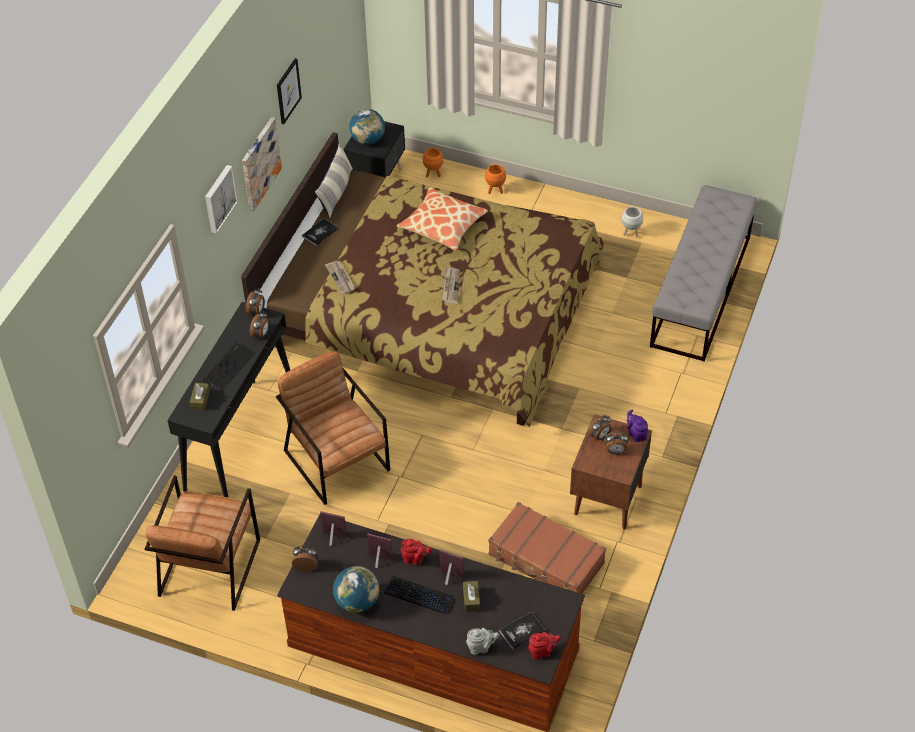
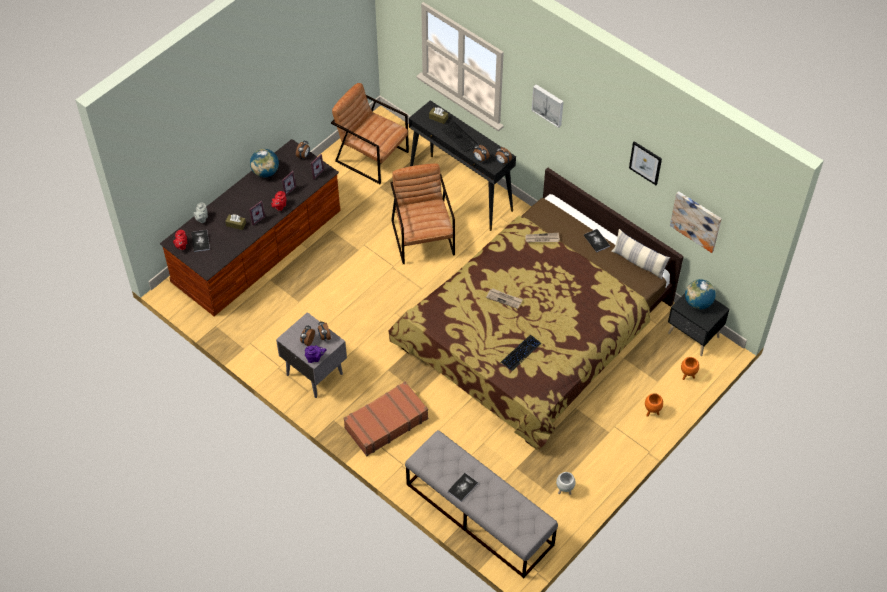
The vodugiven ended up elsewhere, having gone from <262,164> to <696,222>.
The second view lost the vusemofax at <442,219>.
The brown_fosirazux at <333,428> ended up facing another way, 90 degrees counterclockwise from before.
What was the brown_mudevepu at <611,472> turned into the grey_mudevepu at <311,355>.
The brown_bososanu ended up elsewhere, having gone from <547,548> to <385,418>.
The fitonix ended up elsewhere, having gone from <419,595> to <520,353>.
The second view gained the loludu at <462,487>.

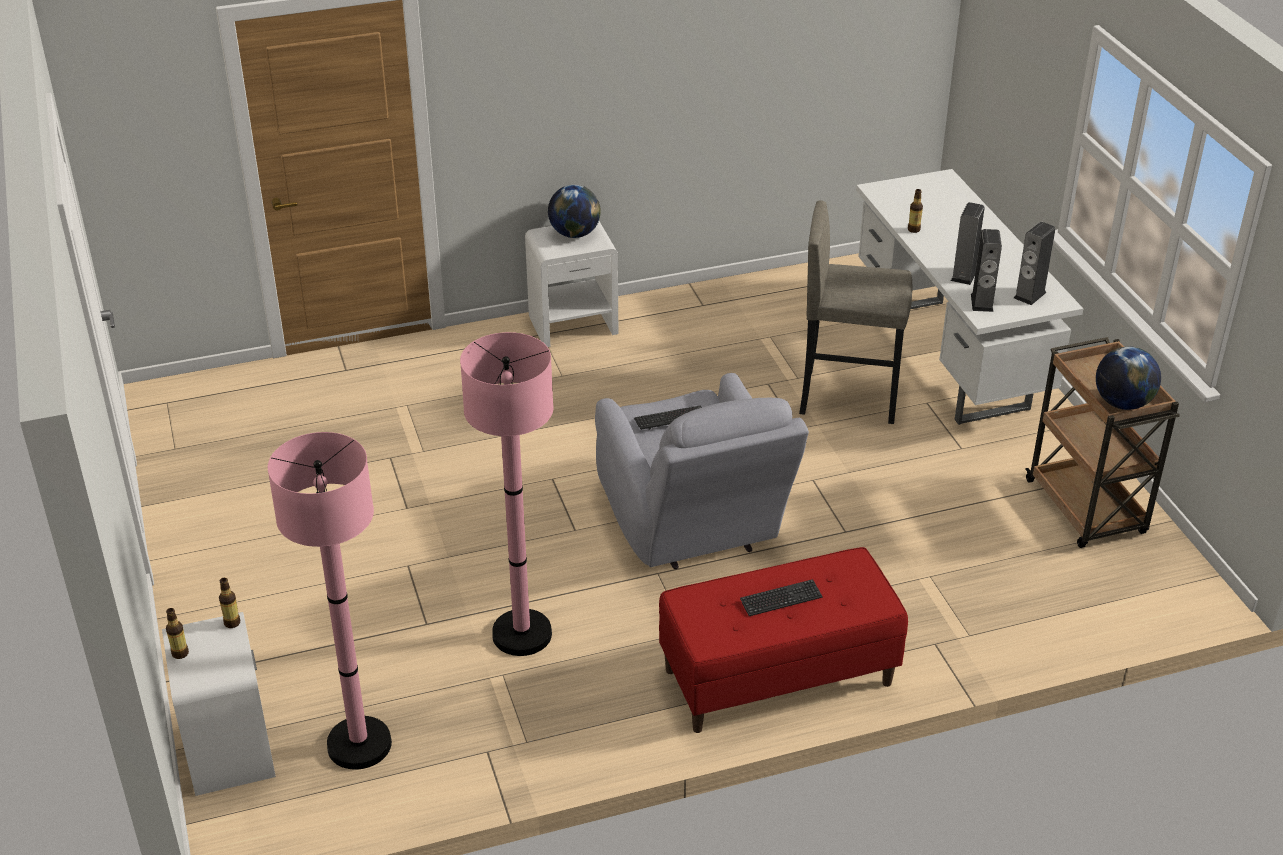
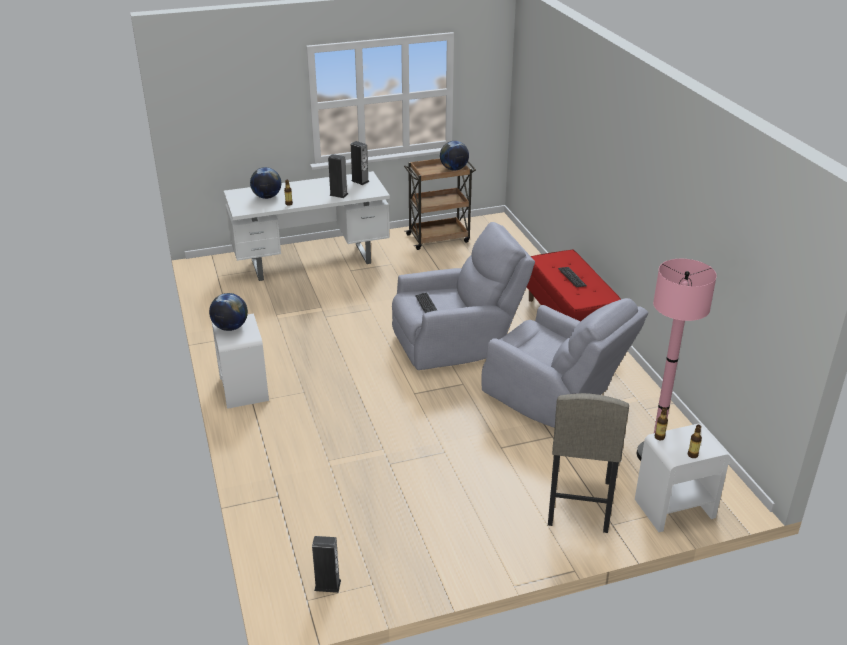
The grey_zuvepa ended up elsewhere, having gone from <856,312> to <588,463>.
The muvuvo ended up elsewhere, having gone from <986,270> to <326,564>.
Where the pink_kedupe stood at <506,494>, the grey_fosirazux came to stand at <564,363>.
The second view gained the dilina at <265,183>.

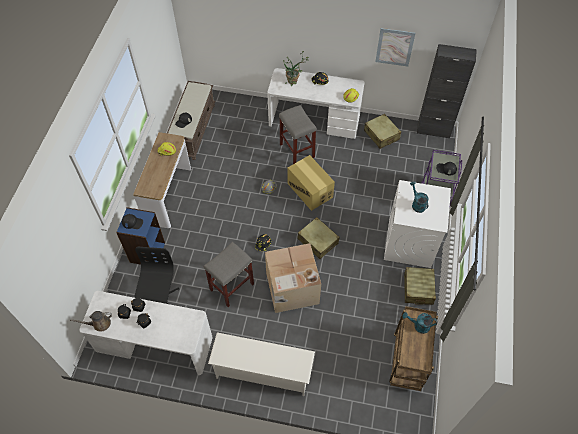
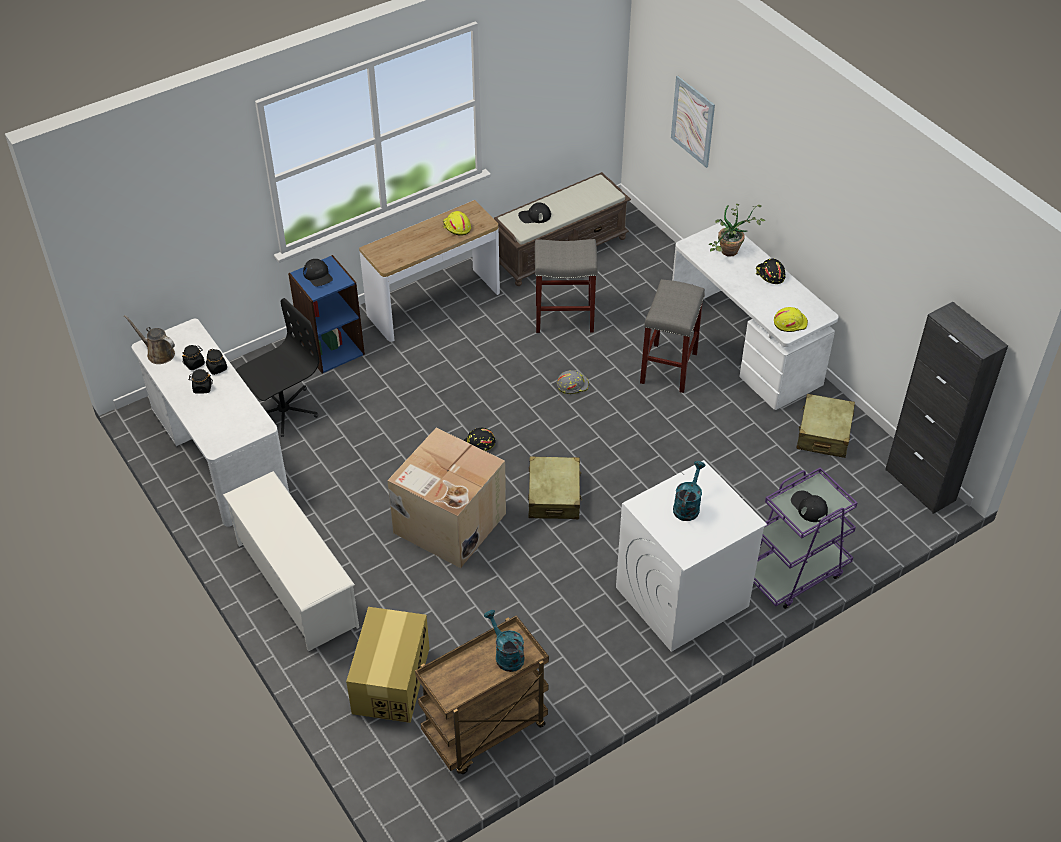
The vodugiven ended up elsewhere, having gone from <395,47> to <693,122>.
The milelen ended up elsewhere, having gone from <311,183> to <387,665>.
The grey_zuvepa ended up elsewhere, having gone from <229,274> to <566,286>.
The second view lost the beige_bososanu at <420,286>.

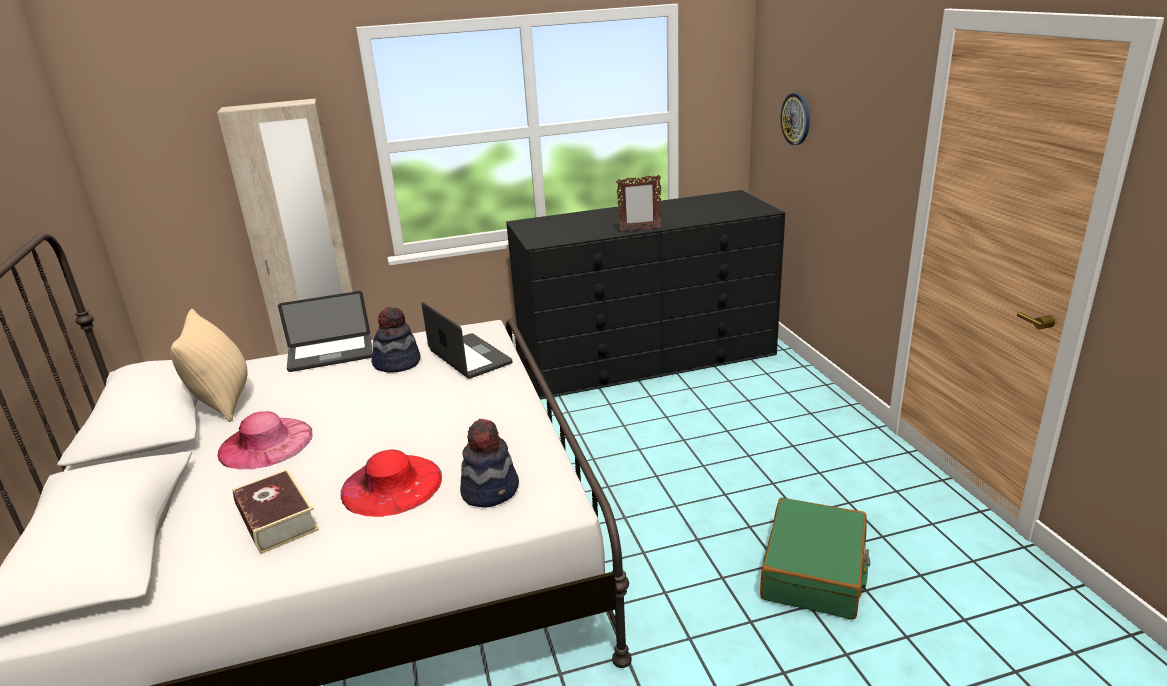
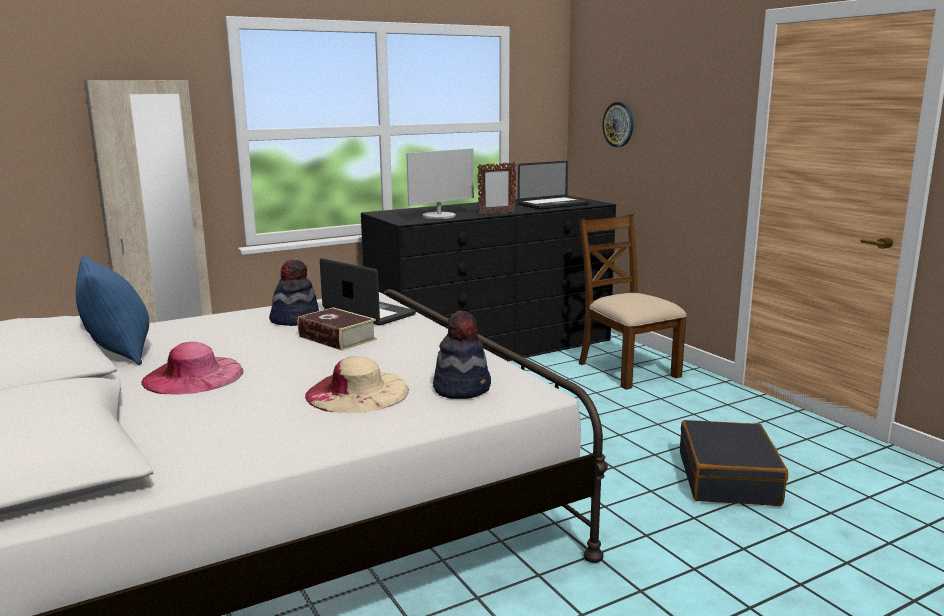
The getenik ended up elsewhere, having gone from <325,331> to <553,185>.
What was the beige_vusemofax at <209,365> turned into the blue_vusemofax at <112,310>.
What was the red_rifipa at <391,483> turned into the beige_rifipa at <357,384>.
The loludu ended up elsewhere, having gone from <275,511> to <337,329>.
What was the green_bososanu at <815,559> turned into the black_bososanu at <734,463>.
The second view gained the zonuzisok at <440,183>.
The second view gained the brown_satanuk at <633,302>.

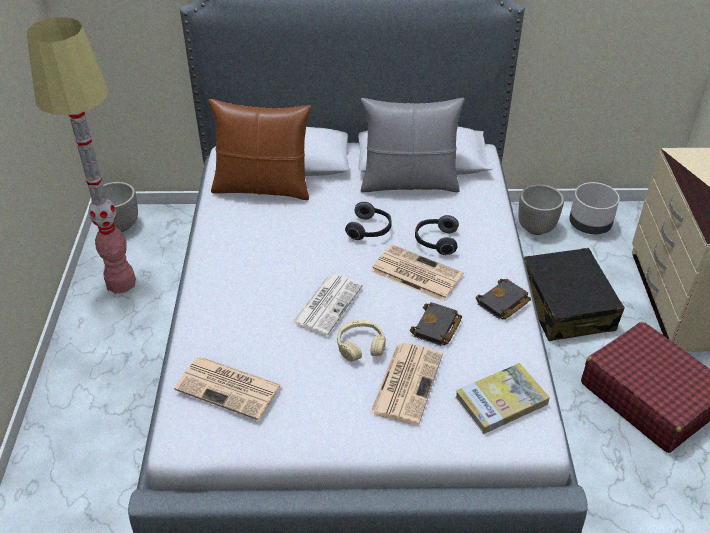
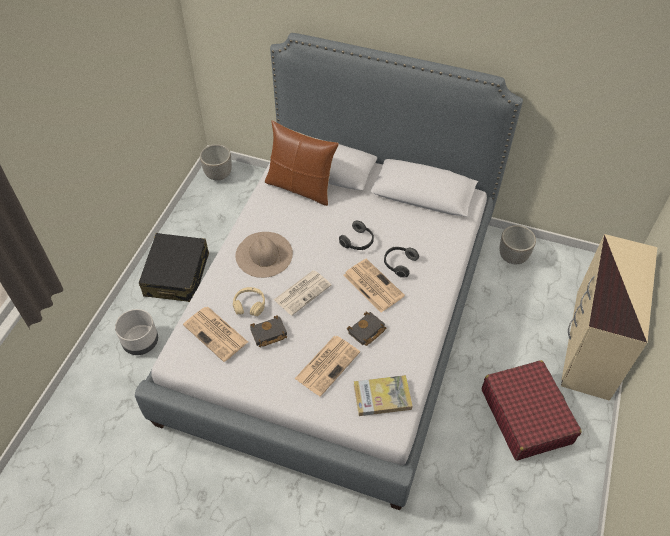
The second view lost the kedupe at <81,155>.
The second view lost the grey_vusemofax at <412,145>.
The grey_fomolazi ended up elsewhere, having gone from <594,208> to <136,332>.
The black_bososanu ended up elsewhere, having gone from <574,294> to <174,267>.
The black_loludu ended up elsewhere, having gone from <503,299> to <268,331>.
The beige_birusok ended up elsewhere, having gone from <361,341> to <249,301>.
The second view gained the beige_rifipa at <264,255>.

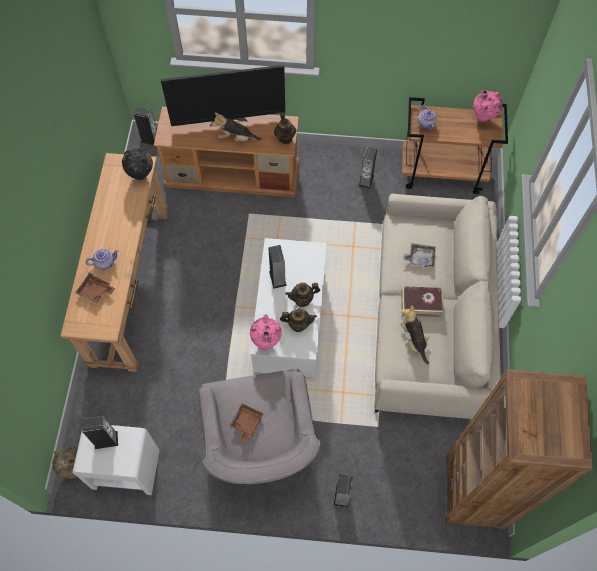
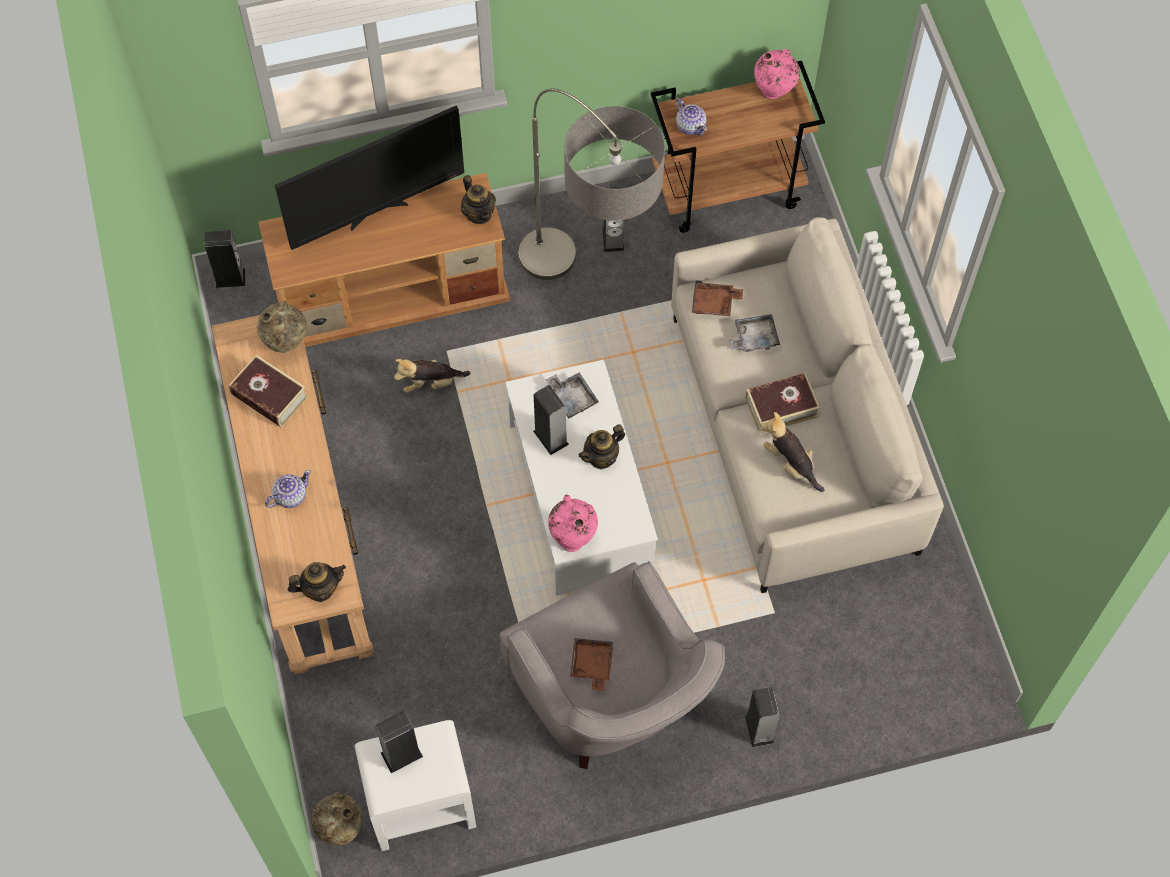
The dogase ended up elsewhere, having gone from <237,127> to <432,376>.
What was the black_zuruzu at <137,164> turned into the beige_zuruzu at <282,327>.
The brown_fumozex ended up elsewhere, having gone from <95,288> to <717,298>.
The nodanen ended up elsewhere, having gone from <298,320> to <317,582>.
The second view lost the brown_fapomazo at <519,449>.
The second view gained the kedupe at <592,184>.
The second view gained the loludu at <268,391>.
The second view gained the grey_fumozex at <572,396>.

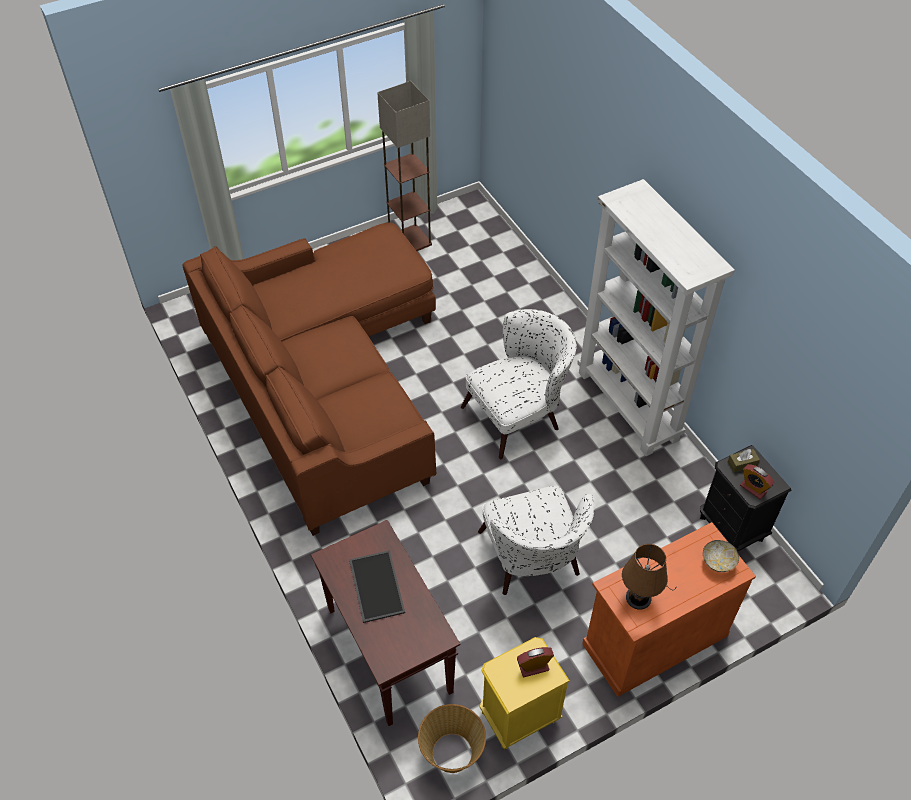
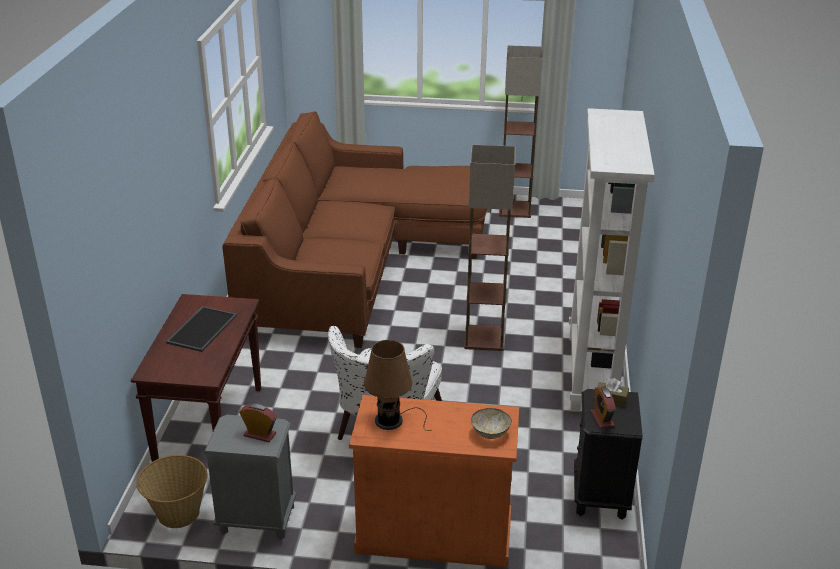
Where the white_fosirazux stood at <519,384>, the kedupe came to stand at <489,248>.
What was the yellow_mudevepu at <525,693> turned into the grey_mudevepu at <250,477>.

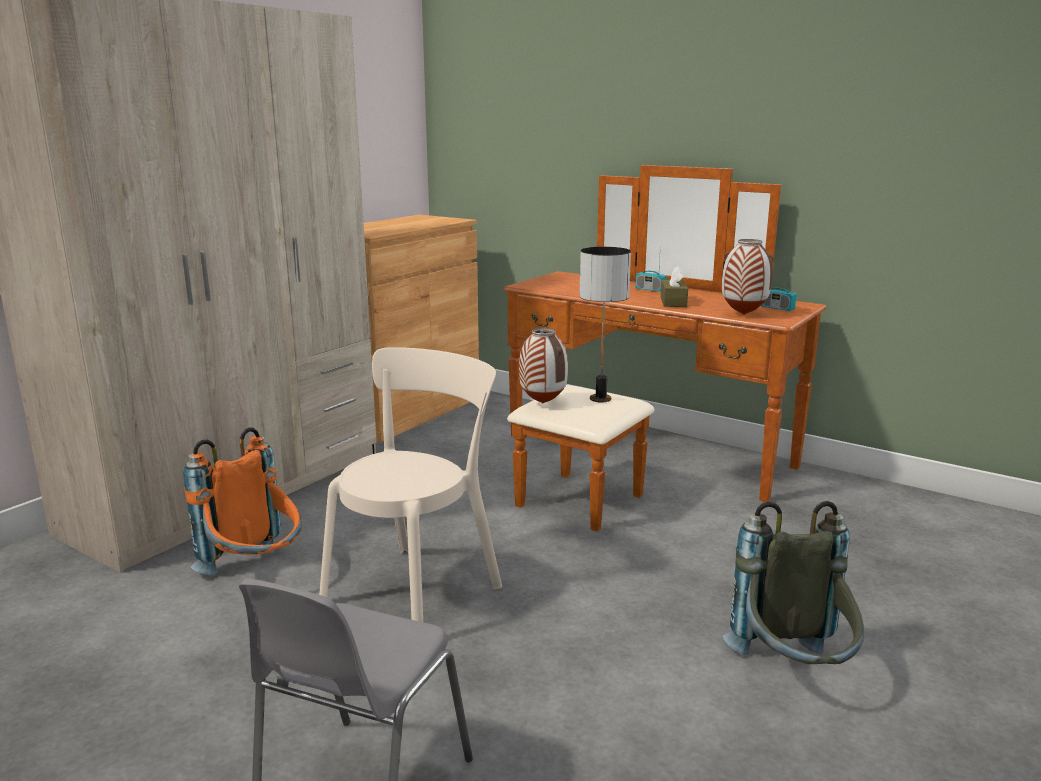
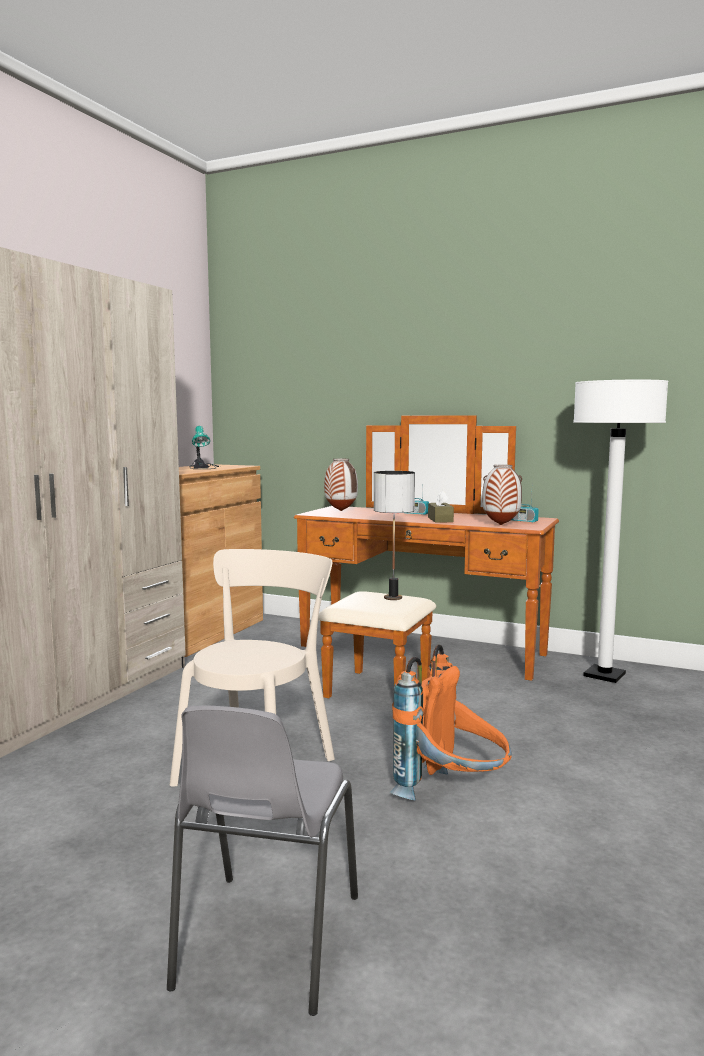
The zuruzu ended up elsewhere, having gone from <543,365> to <341,485>.
The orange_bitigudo ended up elsewhere, having gone from <242,501> to <451,723>.
The second view lost the grey_bitigudo at <793,582>.
The second view gained the white_kedupe at <620,531>.
The second view gained the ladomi at <204,447>.

